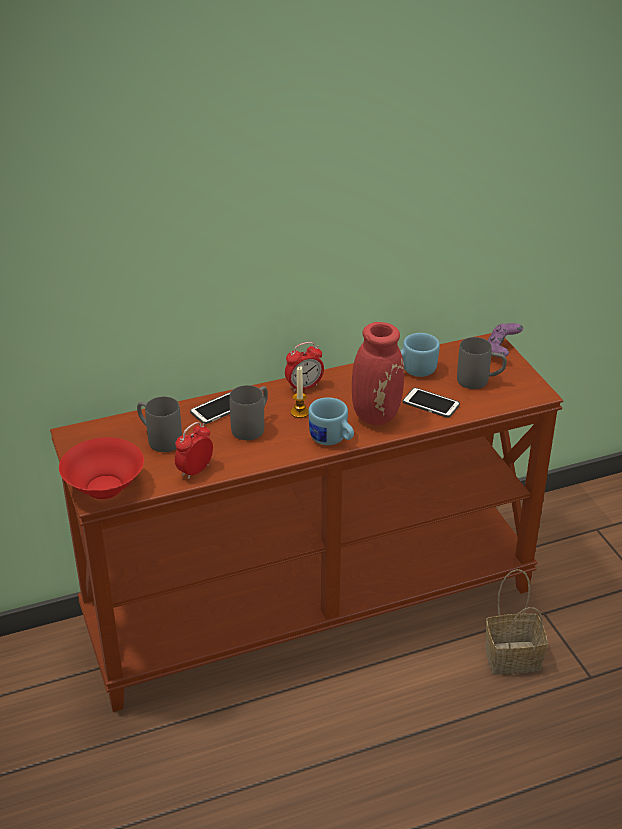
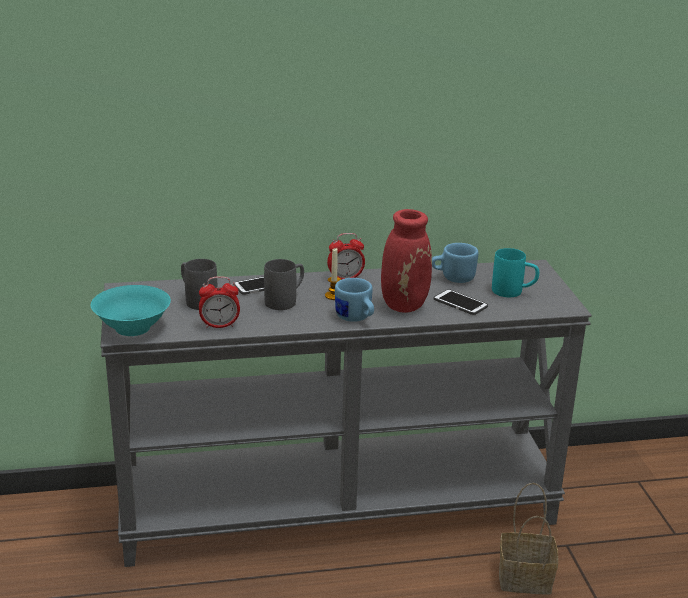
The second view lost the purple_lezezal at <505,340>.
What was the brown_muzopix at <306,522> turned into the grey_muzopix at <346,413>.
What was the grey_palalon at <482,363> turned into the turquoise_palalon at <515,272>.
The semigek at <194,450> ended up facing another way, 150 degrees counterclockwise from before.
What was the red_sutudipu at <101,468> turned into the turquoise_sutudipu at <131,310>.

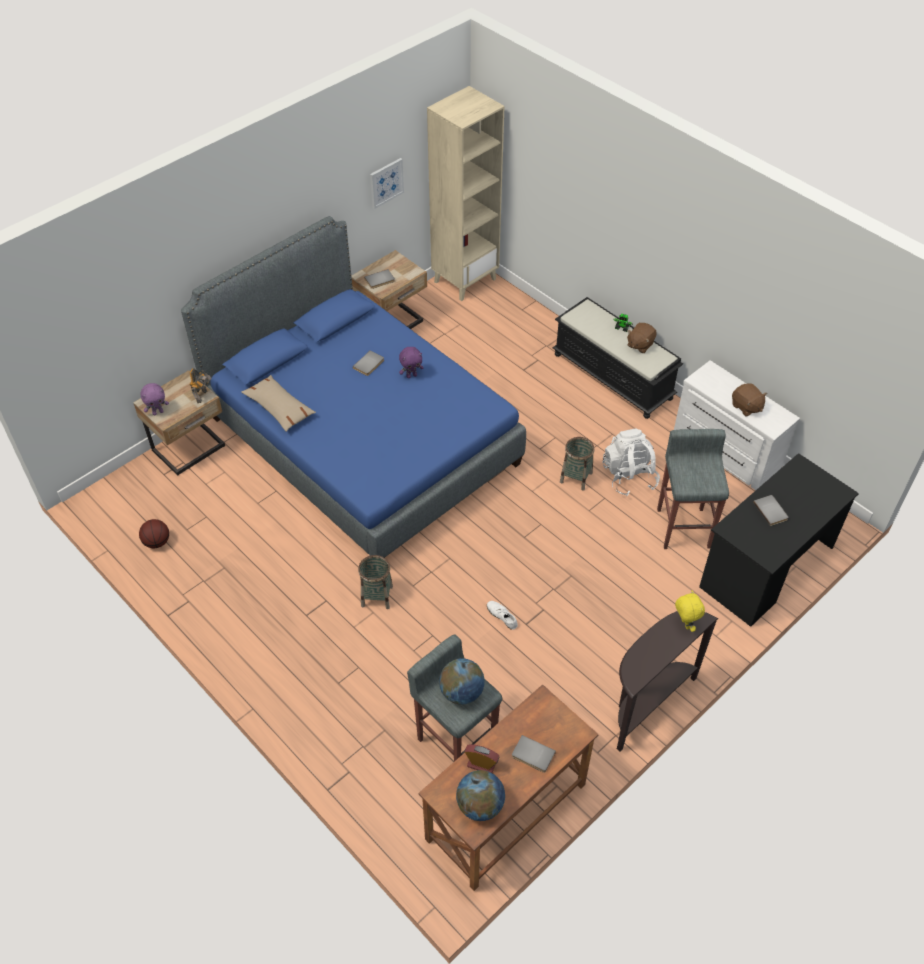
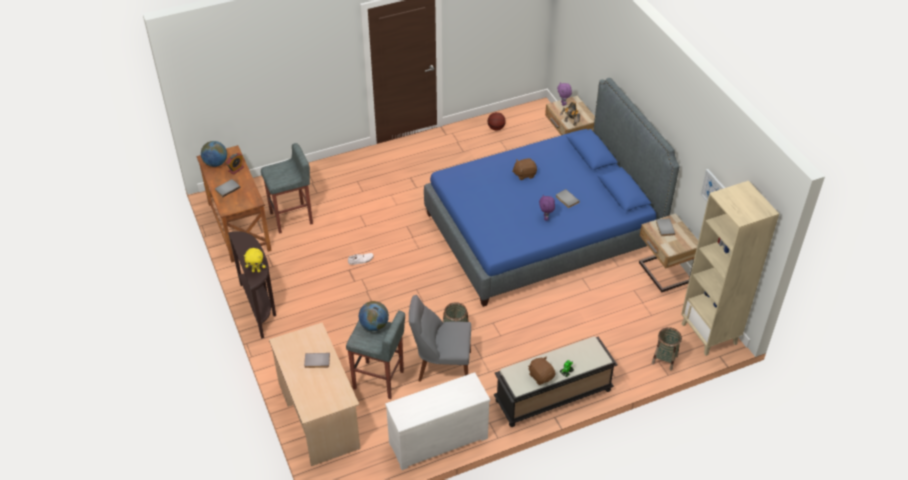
The second view lost the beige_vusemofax at <278,403>.
The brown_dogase ended up elsewhere, having gone from <749,399> to <524,169>.
Where the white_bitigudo stood at <631,462>, the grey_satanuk came to stand at <440,338>.
What was the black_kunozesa at <779,540> turned into the beige_kunozesa at <314,394>.
The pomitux ended up elsewhere, having gone from <375,582> to <667,349>.
The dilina ended up elsewhere, having gone from <462,681> to <374,316>.

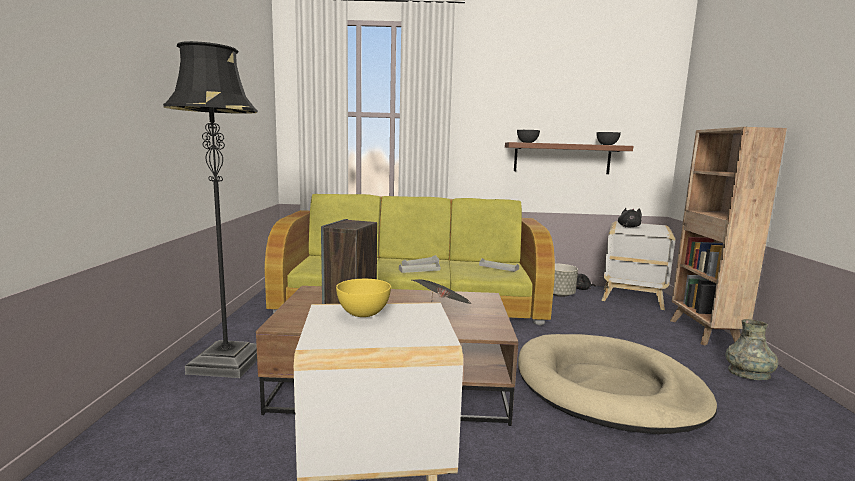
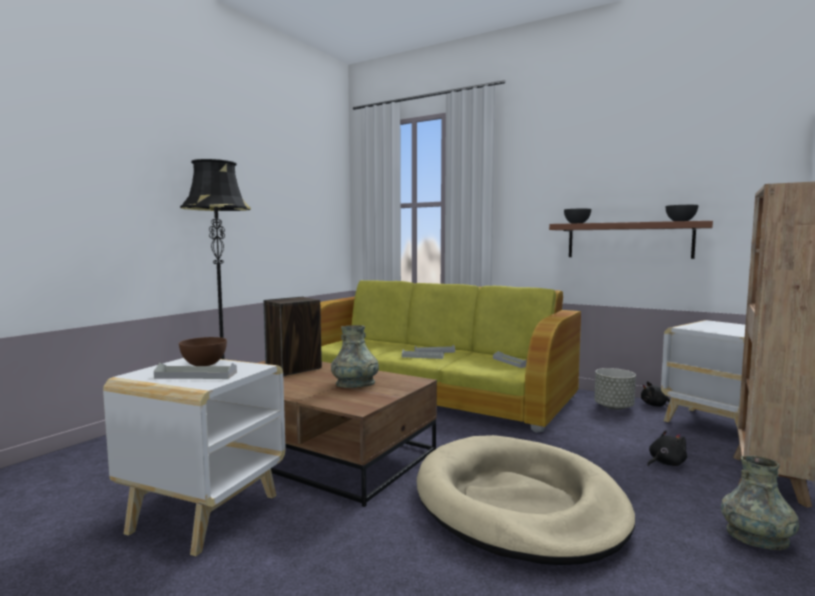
The black_dogase ended up elsewhere, having gone from <630,218> to <667,448>.
What was the yellow_sutudipu at <363,298> turned into the brown_sutudipu at <203,351>.
Where the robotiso stood at <442,291>, the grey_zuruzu came to stand at <355,356>.
The second view gained the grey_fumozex at <195,371>.

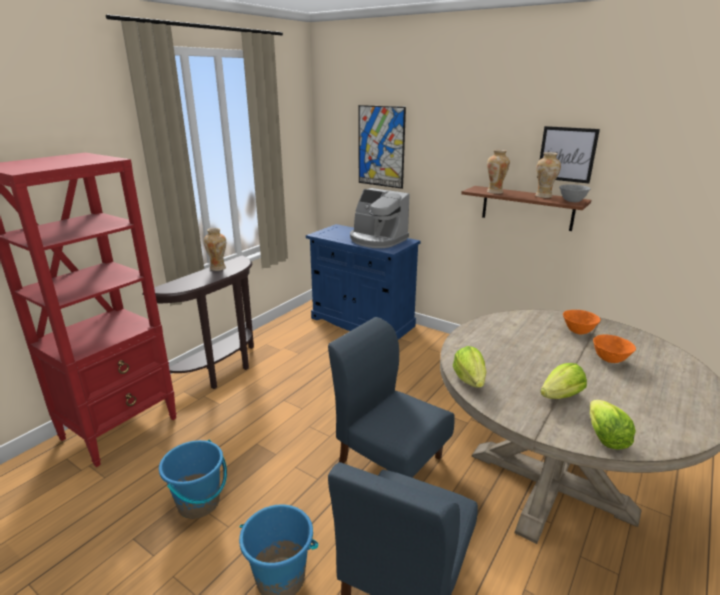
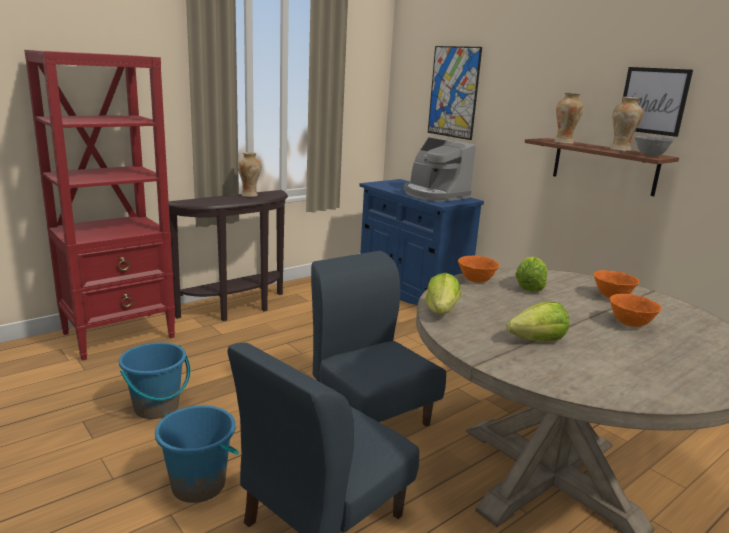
The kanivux ended up elsewhere, having gone from <613,425> to <531,274>.
The second view gained the orange_sutudipu at <479,269>.

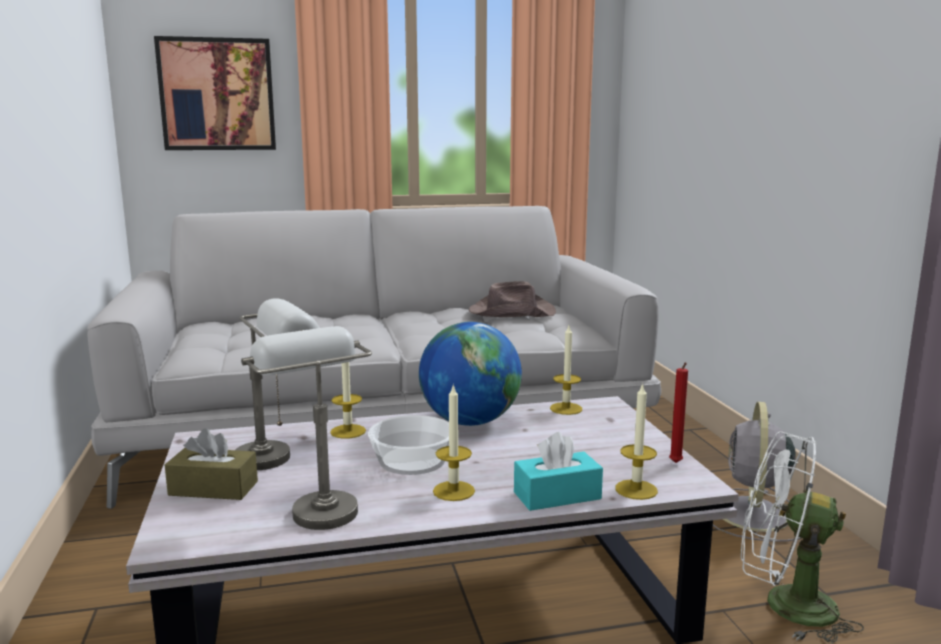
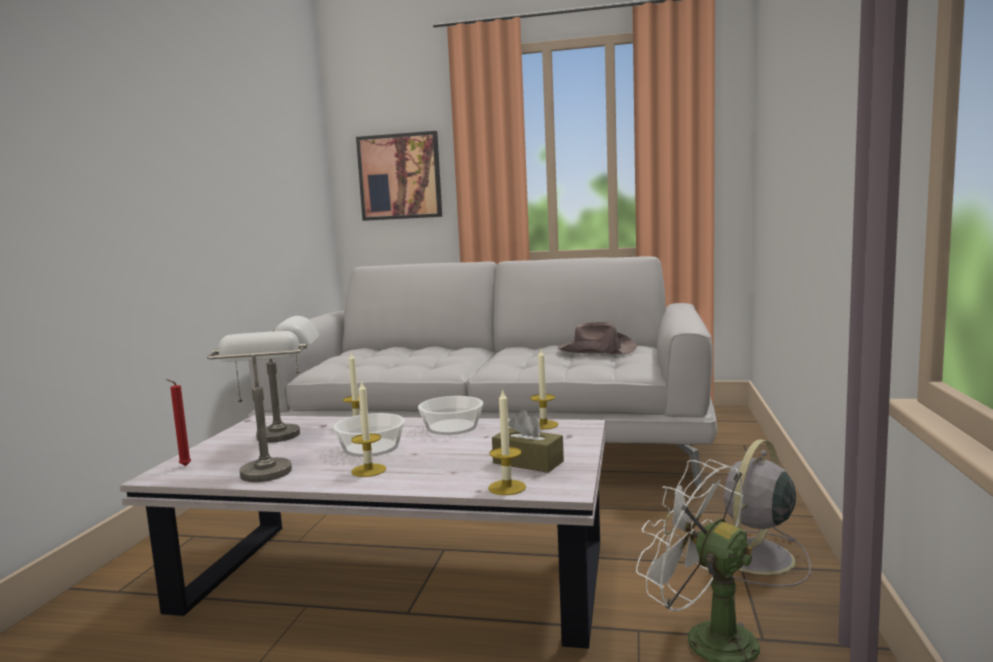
Where the dilina stood at <470,374>, the sutudipu came to stand at <450,415>.
The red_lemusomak ended up elsewhere, having gone from <678,412> to <178,422>.
The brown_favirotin ended up elsewhere, having gone from <211,464> to <528,442>.
The second view lost the turquoise_favirotin at <558,471>.

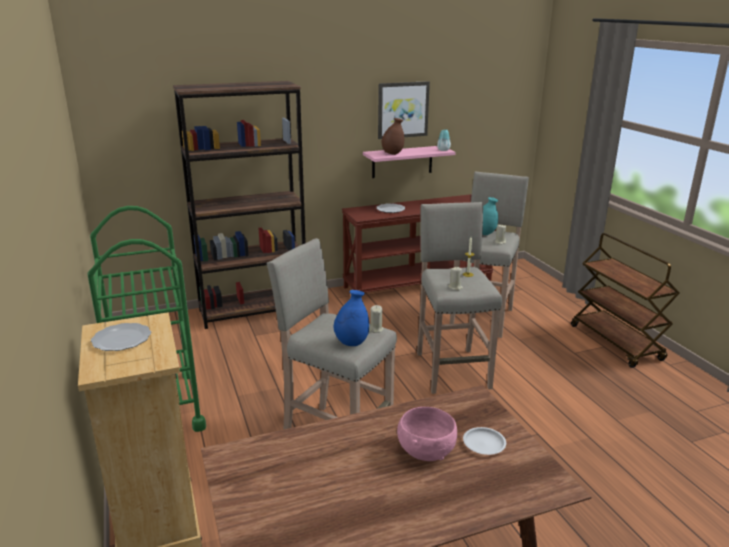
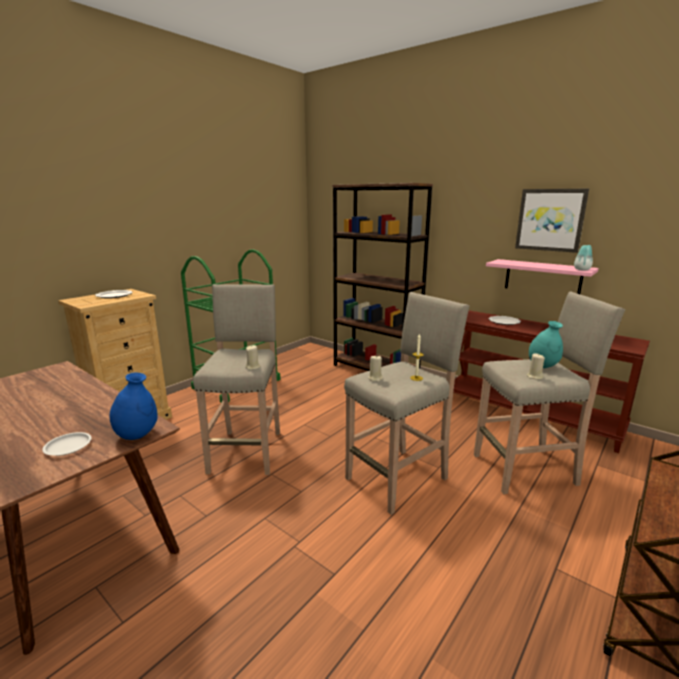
The second view lost the brown_zuruzu at <392,136>.
The blue_zuruzu ended up elsewhere, having gone from <351,318> to <133,406>.
The second view lost the pink_sutudipu at <427,434>.

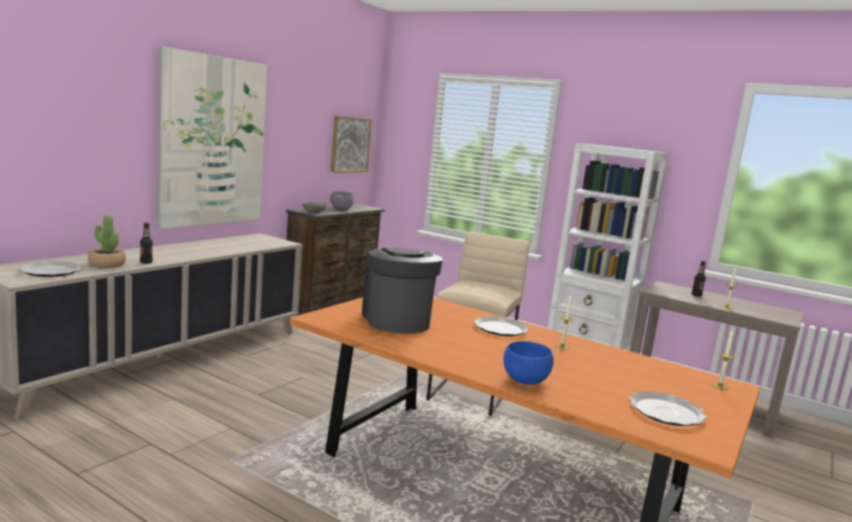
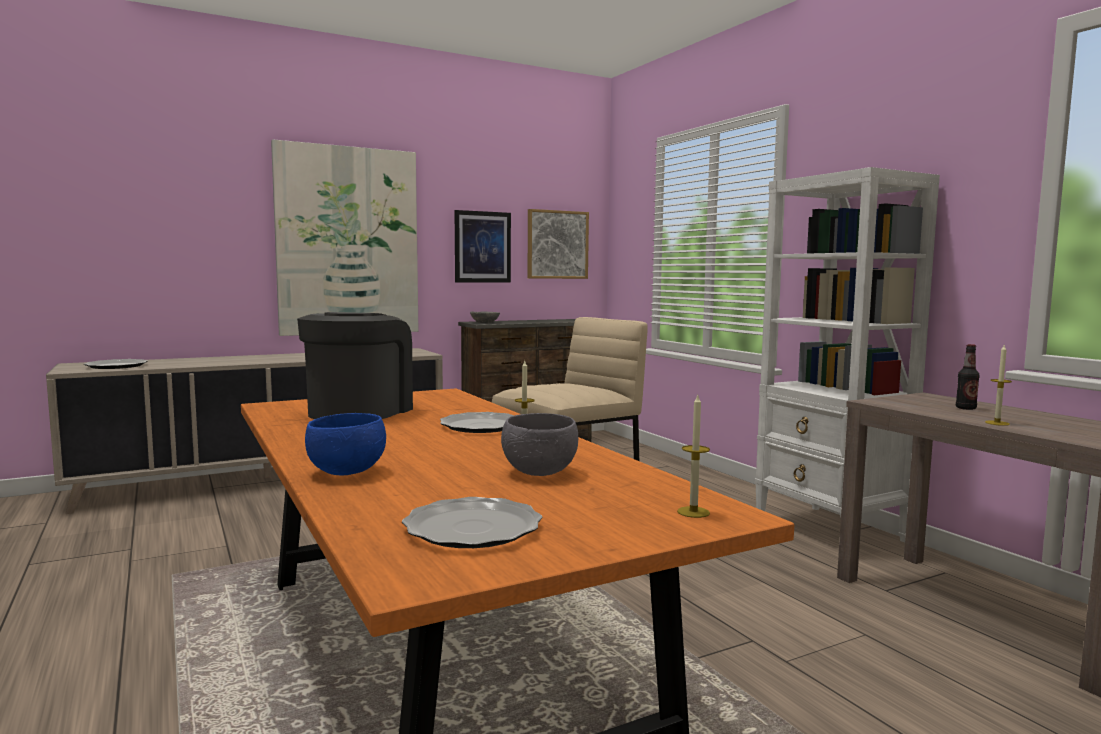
The grey_sutudipu ended up elsewhere, having gone from <342,200> to <539,444>.
The second view lost the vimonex at <107,241>.
The second view lost the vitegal at <146,243>.
The second view gained the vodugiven at <483,246>.

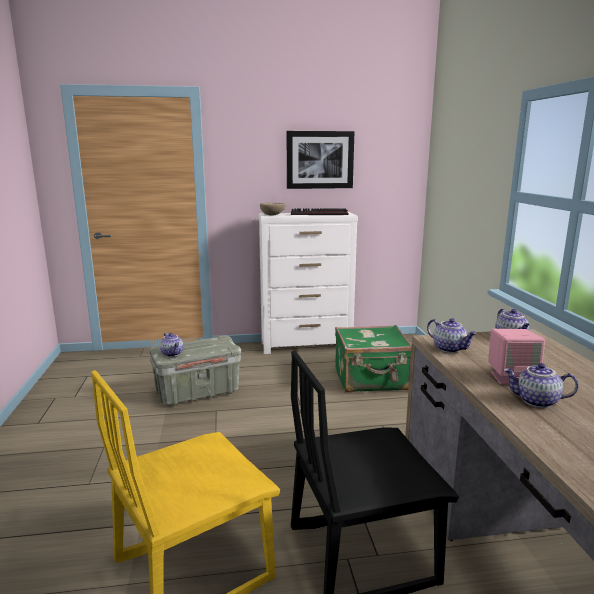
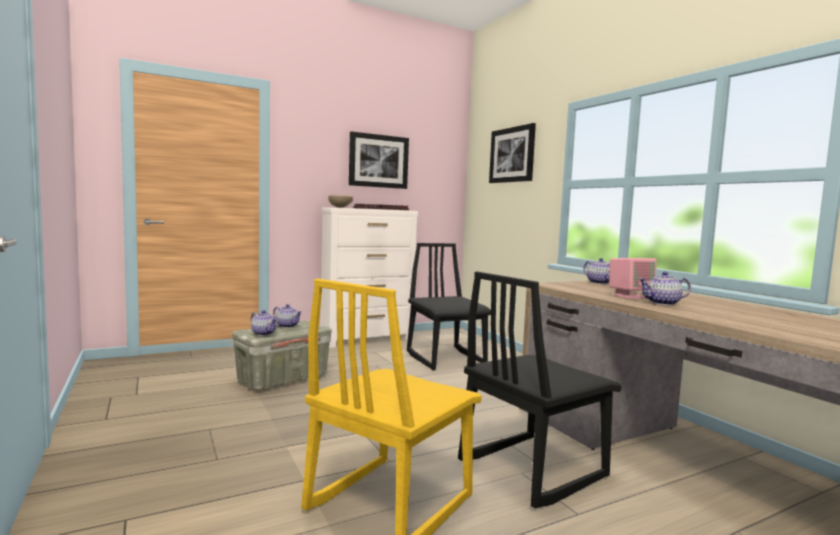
The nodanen ended up elsewhere, having gone from <452,335> to <287,316>.
Where the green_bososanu stood at <373,358>, the black_satanuk came to stand at <449,306>.
The second view gained the vodugiven at <512,153>.

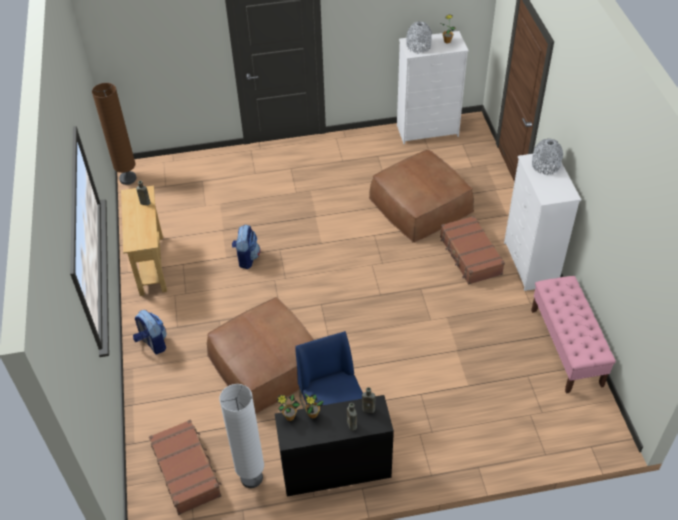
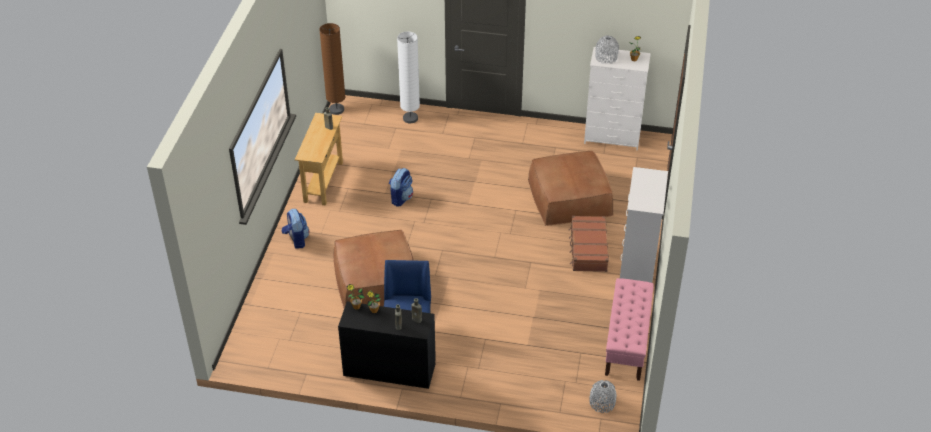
The grey_zuruzu ended up elsewhere, having gone from <547,156> to <603,396>.
The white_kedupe ended up elsewhere, having gone from <241,436> to <408,77>.
The second view lost the brown_bososanu at <185,467>.

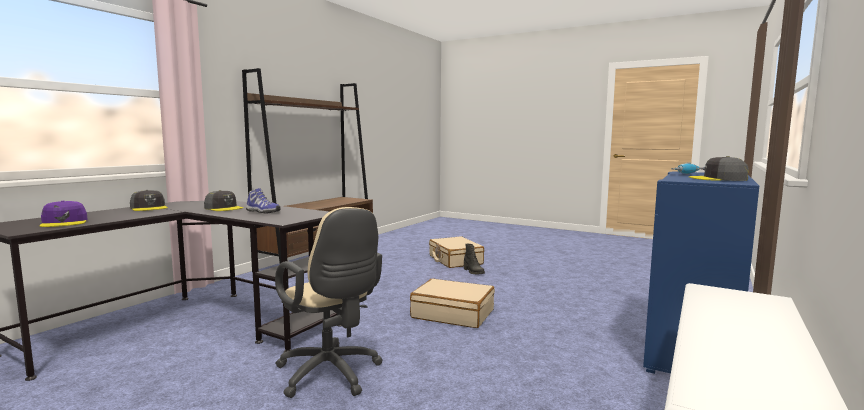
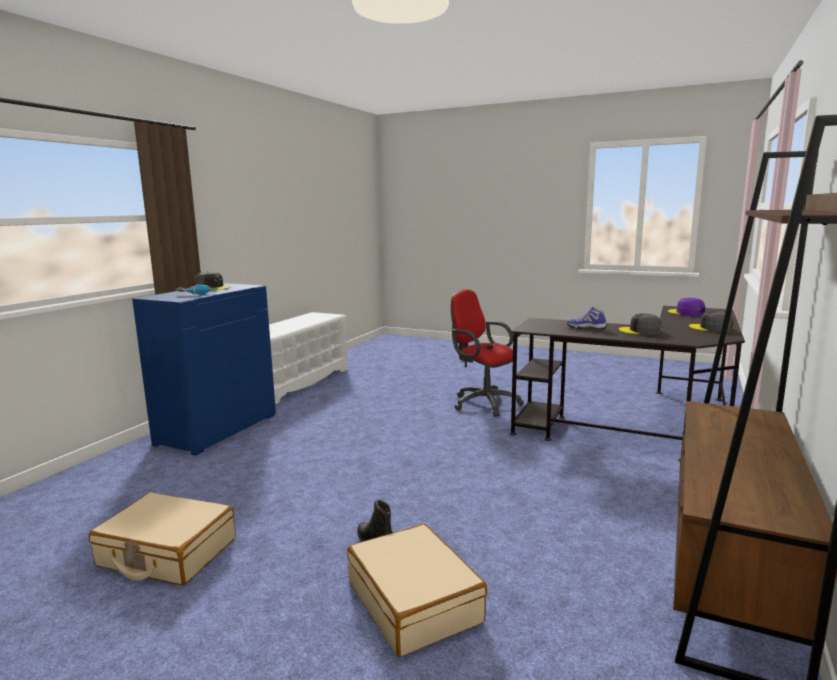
What was the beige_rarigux at <329,302> turned into the red_rarigux at <487,353>.
The beige_bososanu ended up elsewhere, having gone from <452,303> to <162,539>.

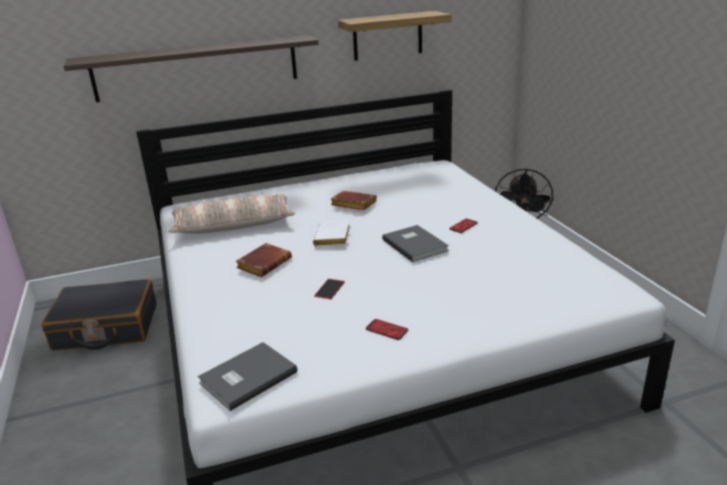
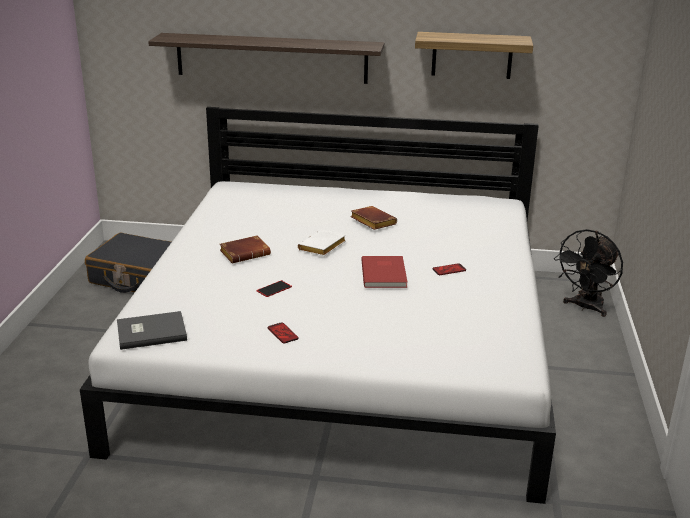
The second view lost the vusemofax at <231,214>.
What was the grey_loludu at <415,243> turned into the red_loludu at <384,272>.

